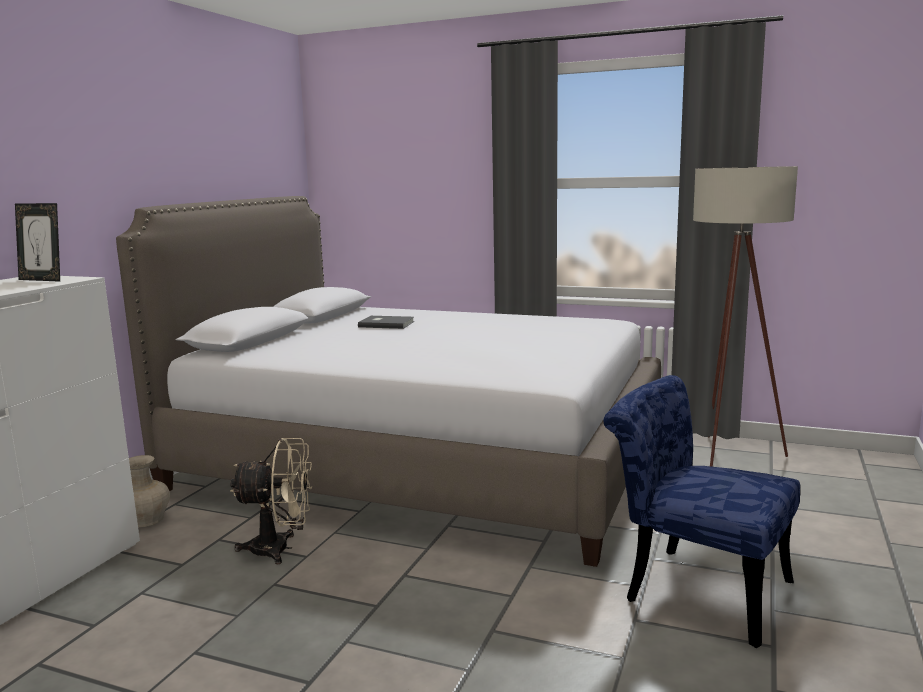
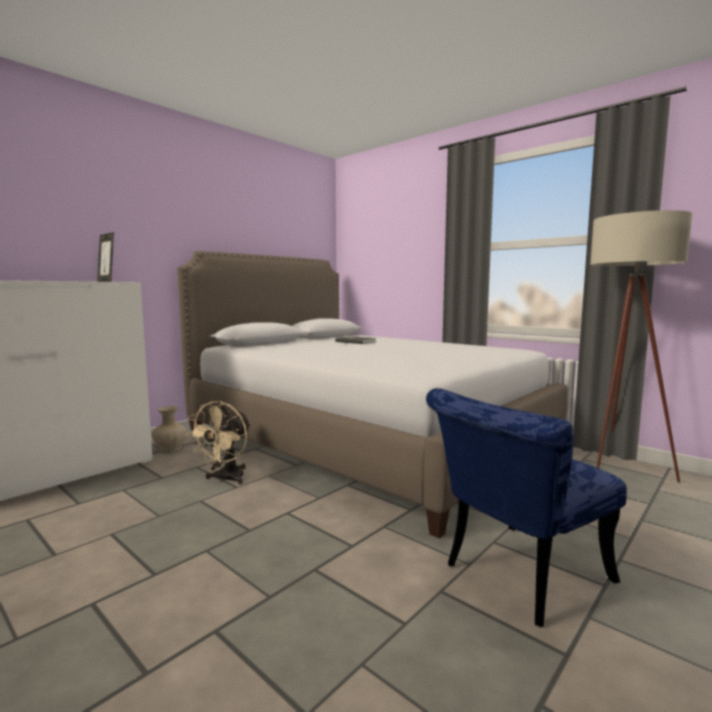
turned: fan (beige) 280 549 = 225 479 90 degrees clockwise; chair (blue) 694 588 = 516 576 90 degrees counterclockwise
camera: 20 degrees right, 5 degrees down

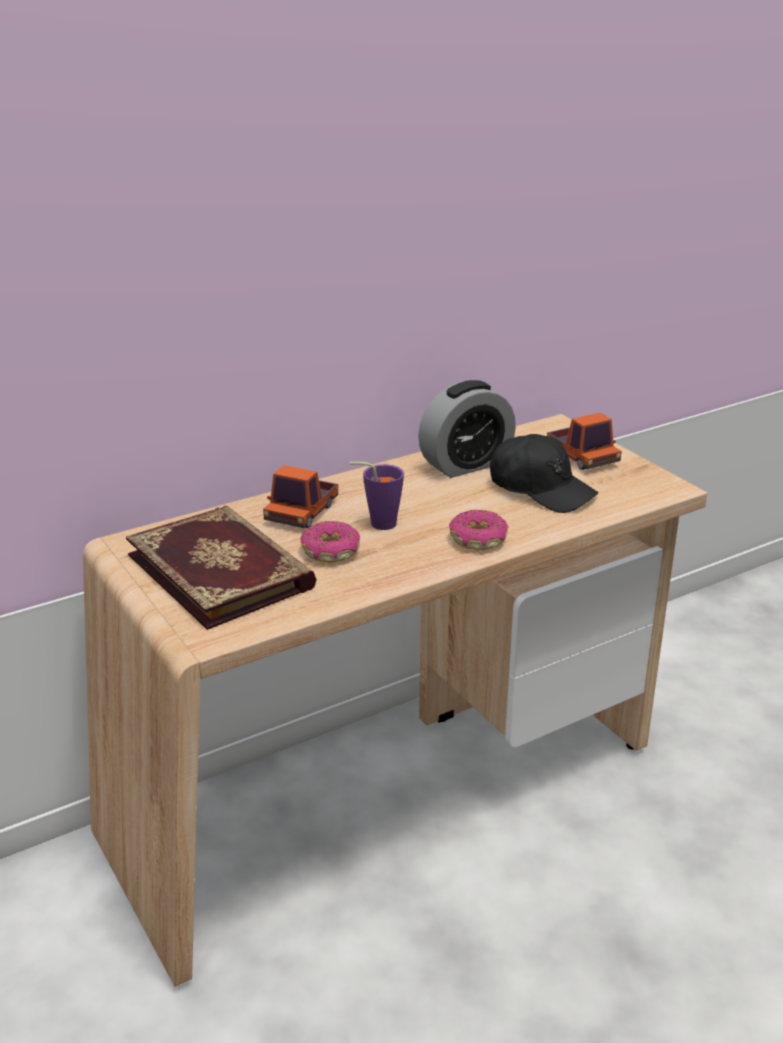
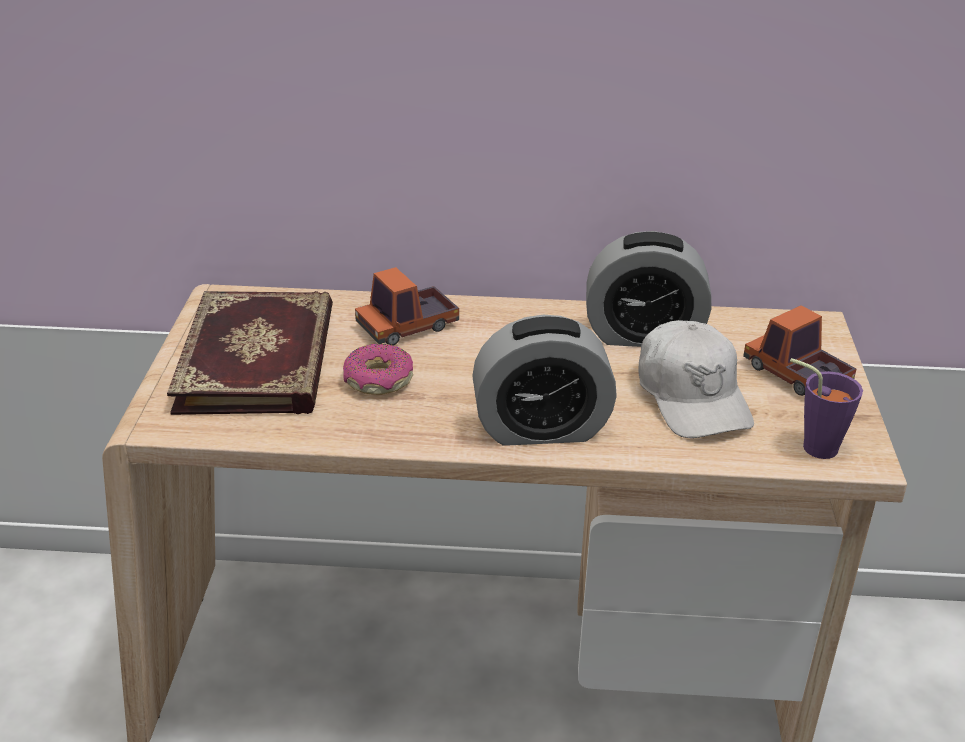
moved: cup (purple) 377 524 to 812 445
replaced: donut 478 539 to alarm clock 541 429
recoloured: cap (black) 541 489 to cap (white) 692 396
turned: toy truck 582 456 = 796 375 135 degrees clockwise
camera: 35 degrees right, 5 degrees up

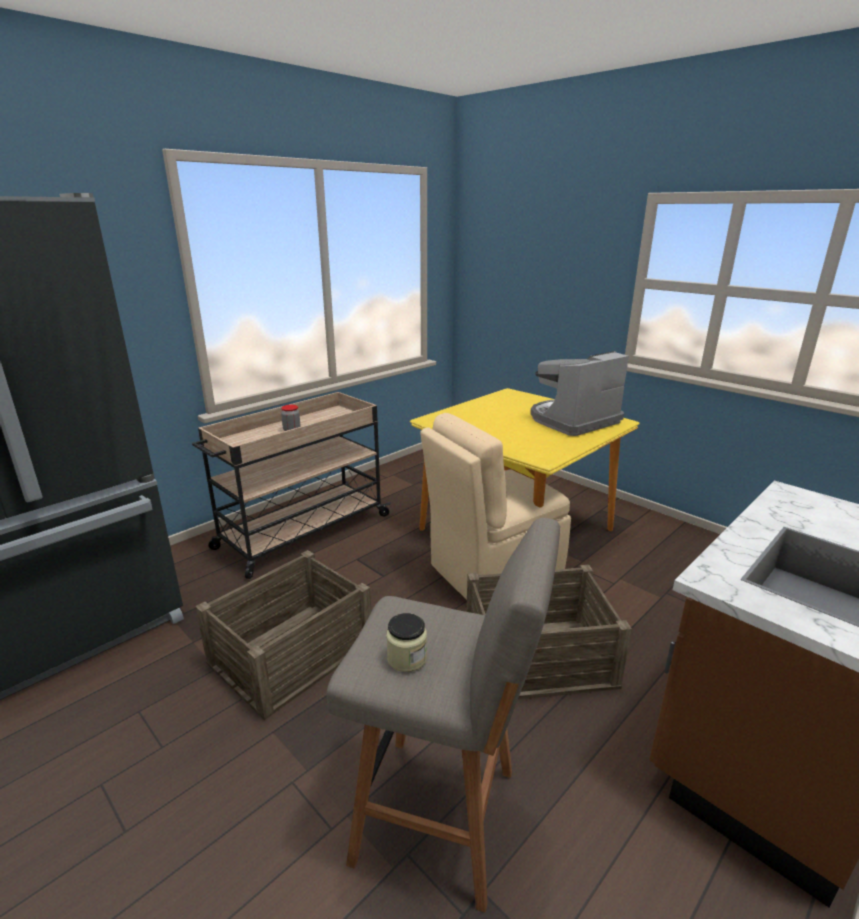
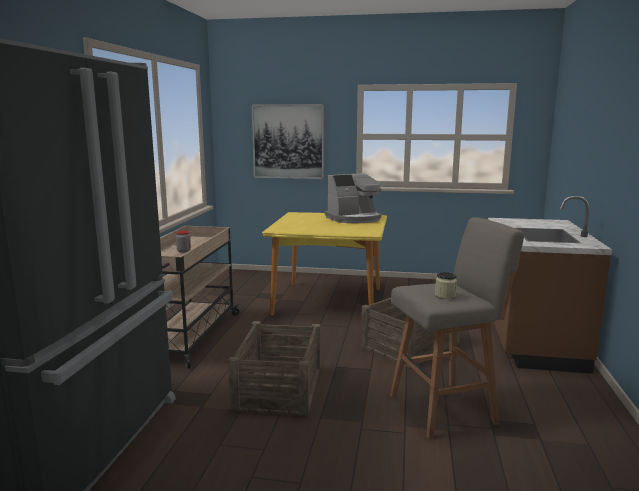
removed: chair (beige) 492 571
added: picture 288 141
turned: coffee machine 573 420 = 354 219 135 degrees counterclockwise
camera: 35 degrees left, 10 degrees down

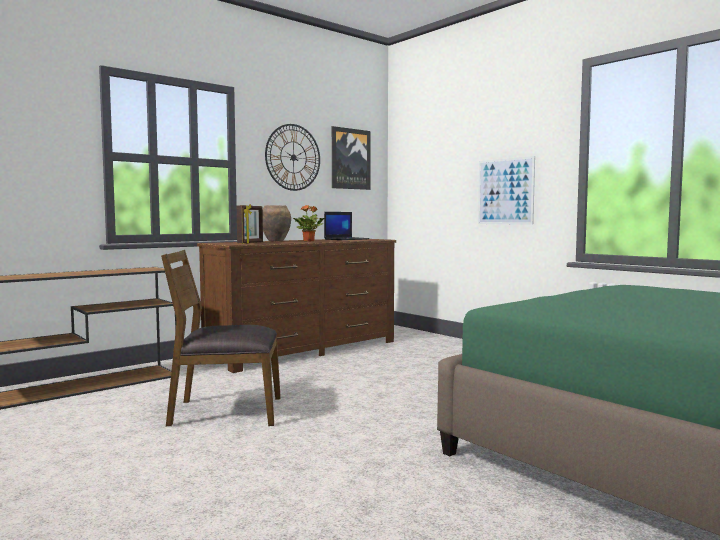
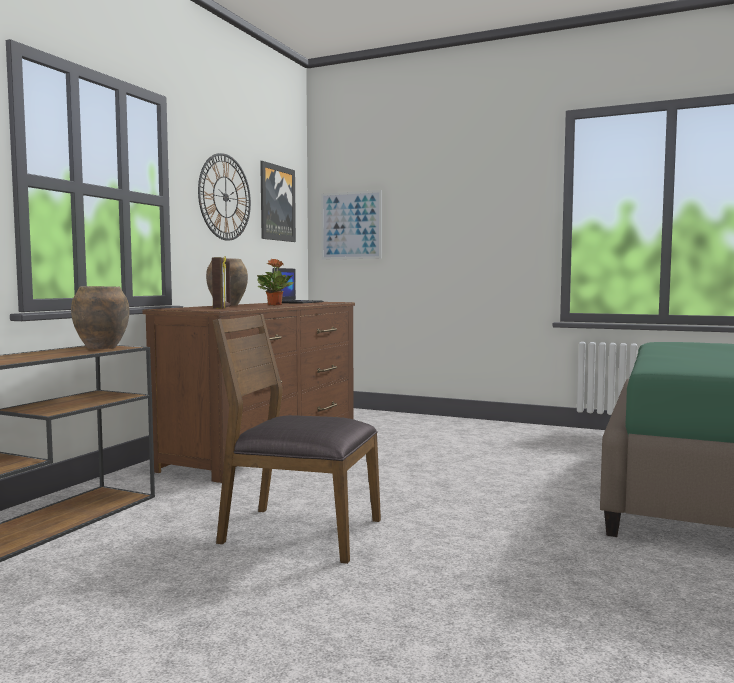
added: vase (brown) 102 348
moved: picture 505 191 to 351 225
turned: chair (brown) 225 412 = 299 532 45 degrees clockwise
camera: 25 degrees left, 0 degrees up

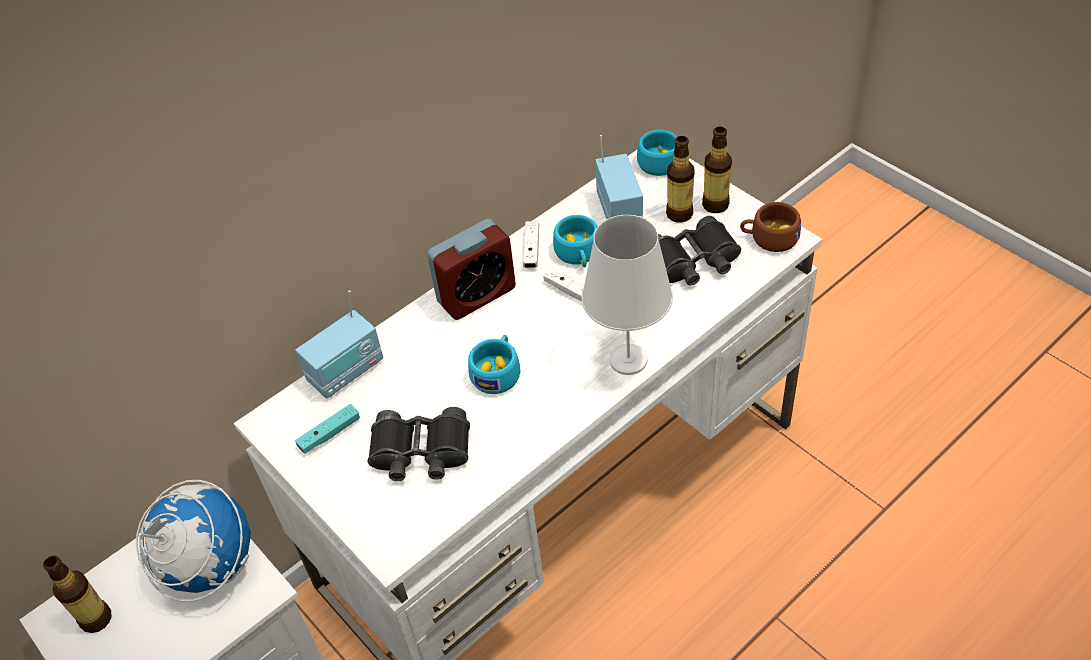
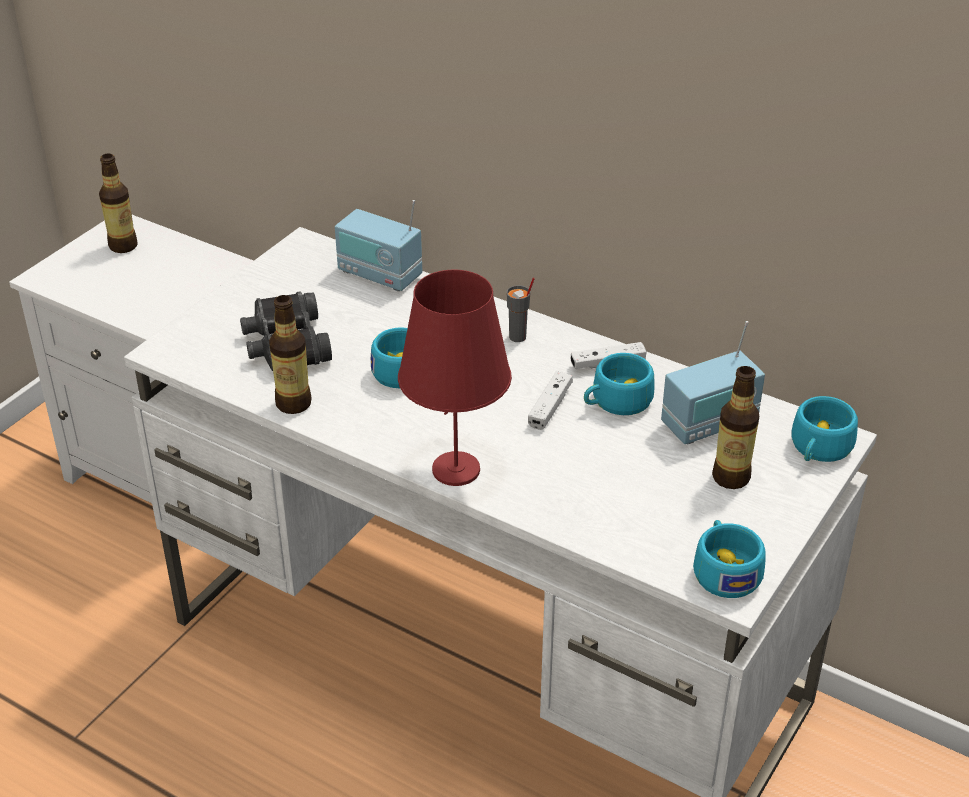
removed: globe 209 566; game controller (turquoise) 329 434; binoculars (black) 693 262
moved: bottle 715 205 to 293 404
replaced: alarm clock 476 295 to cup (grey) 518 337
recoloured: table lamp (white) 629 359 to table lamp (red) 456 470; cup (brown) 769 238 to cup (turquoise) 724 570
camera: 70 degrees right, 10 degrees down

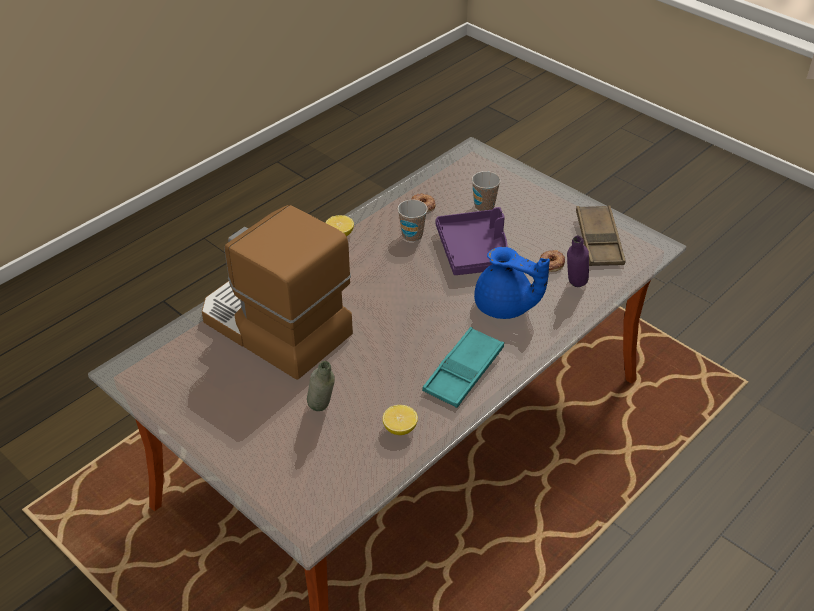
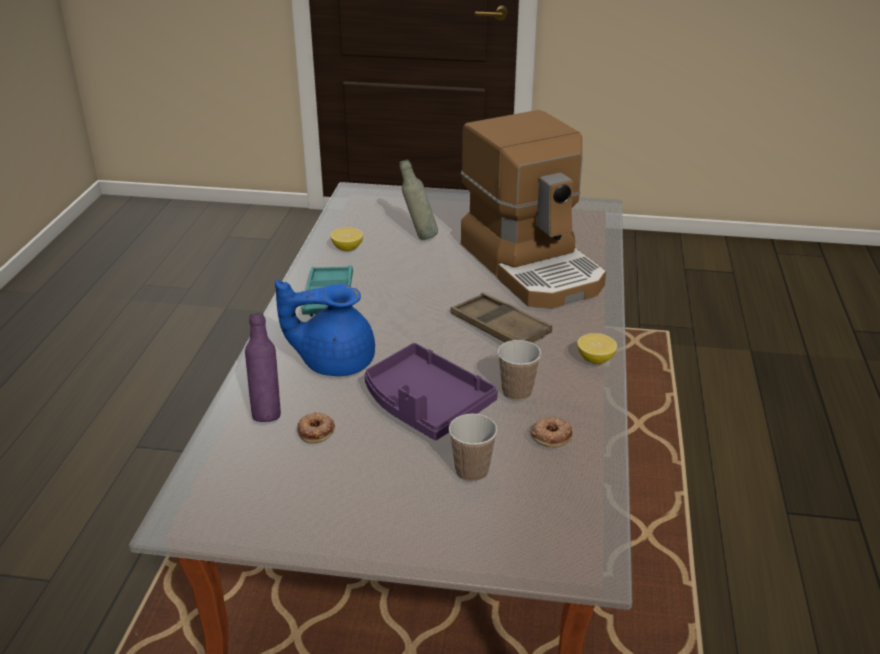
moved: tray (brown) 599 240 to 499 327
turned: coffee machine 274 328 = 533 265 60 degrees clockwise
camera: 145 degrees right, 10 degrees down

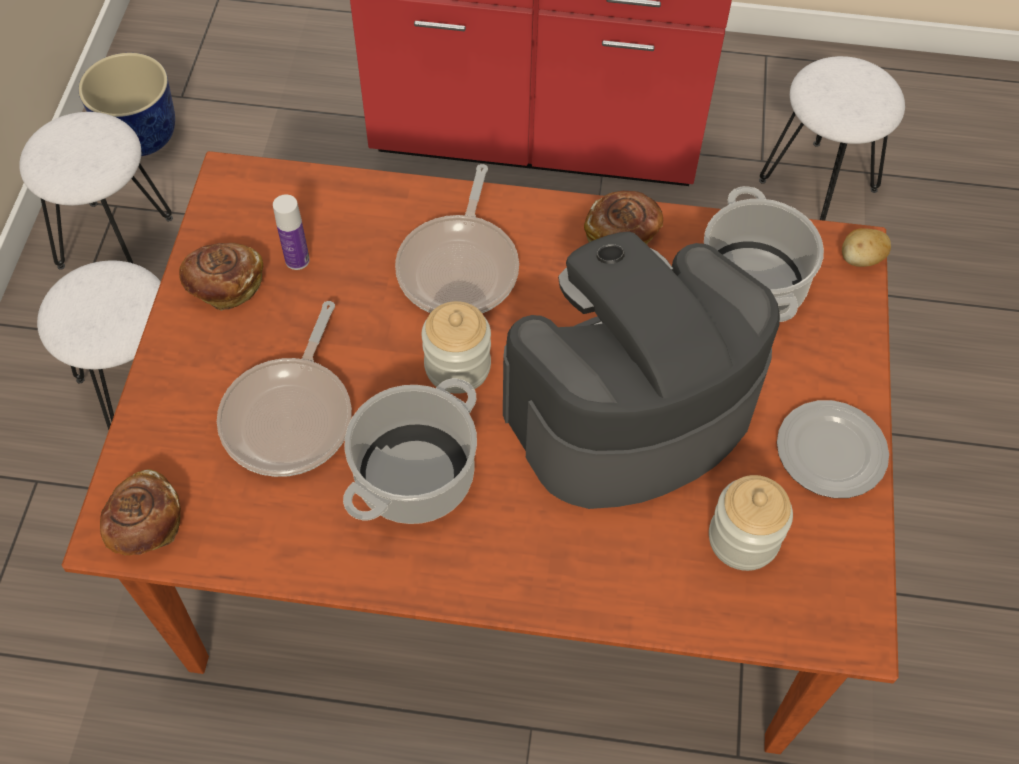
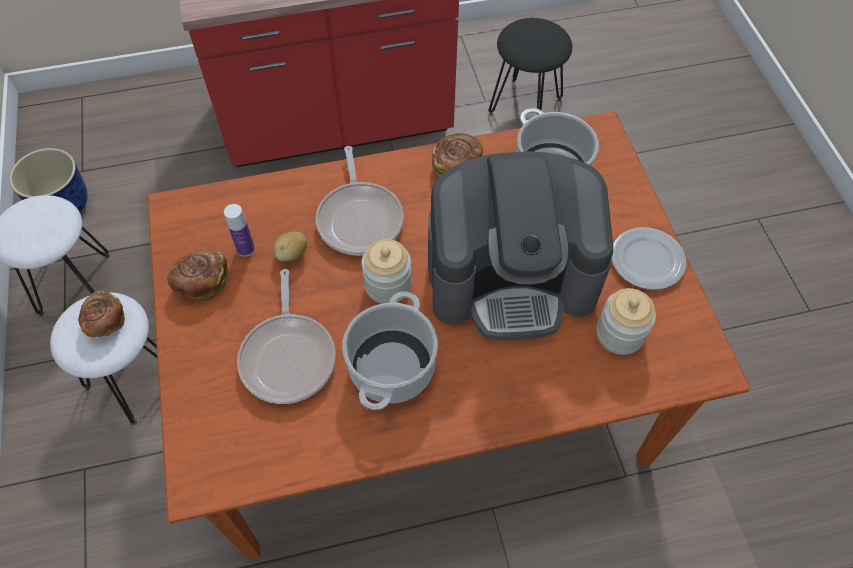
moved: bread 146 526 to 105 322; potato 860 259 to 292 254
recoloured: stool (white) 818 184 to stool (black) 525 105
turned: coffee machine 628 411 = 511 277 135 degrees counterclockwise
camera: 20 degrees left, 0 degrees up

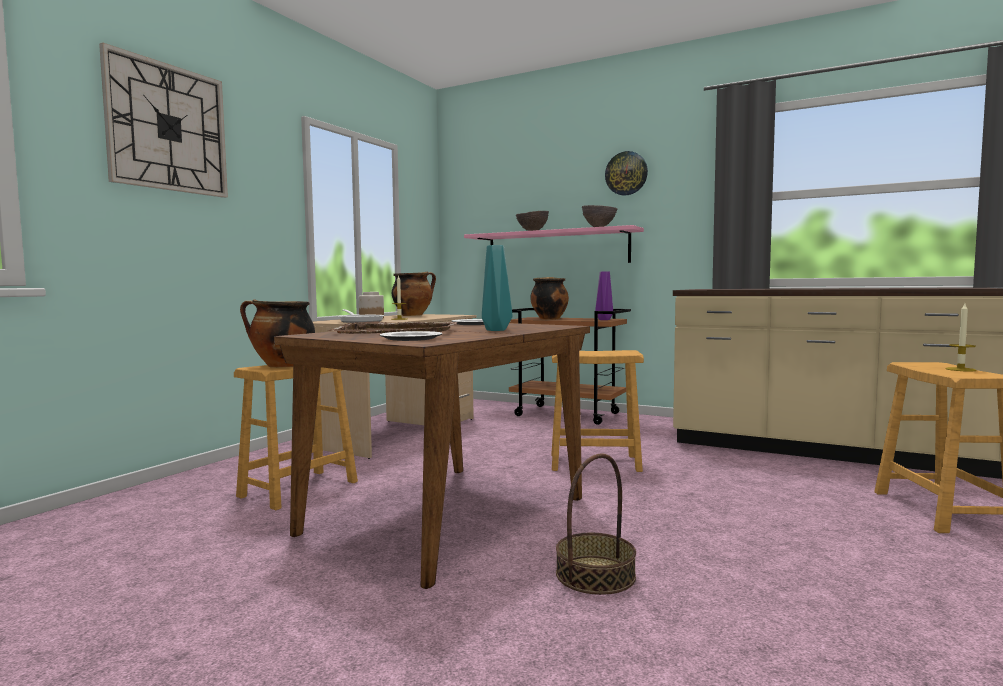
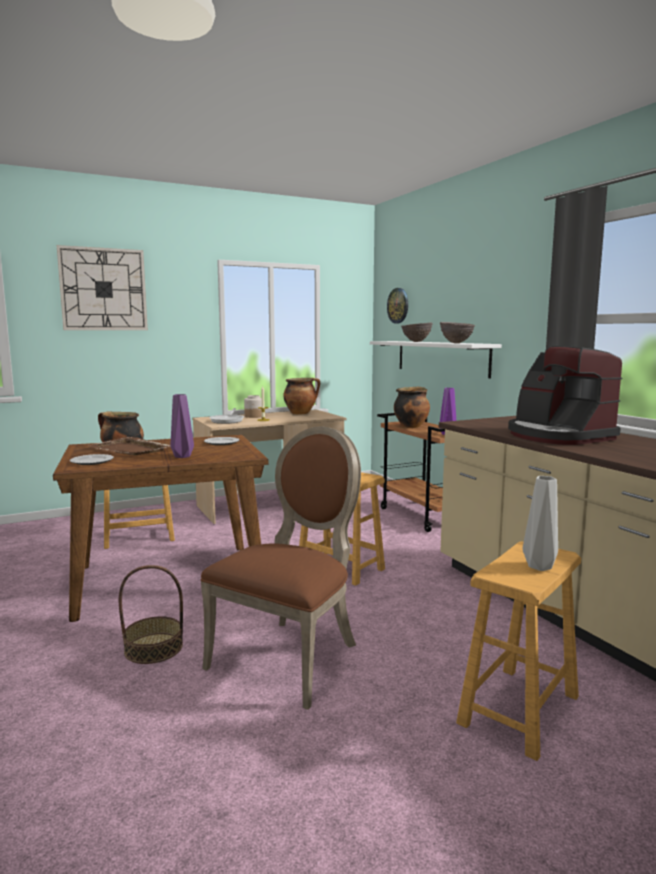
added: chair (brown) 290 655; coffee machine 558 436
moved: wall clock 626 173 to 398 305
replaced: candle 960 369 to vase (grey) 541 567
recoloured: shelf (pink) 556 248 to shelf (white) 441 357; vase (turquoise) 497 330 to vase (purple) 183 456
camera: 35 degrees right, 5 degrees up

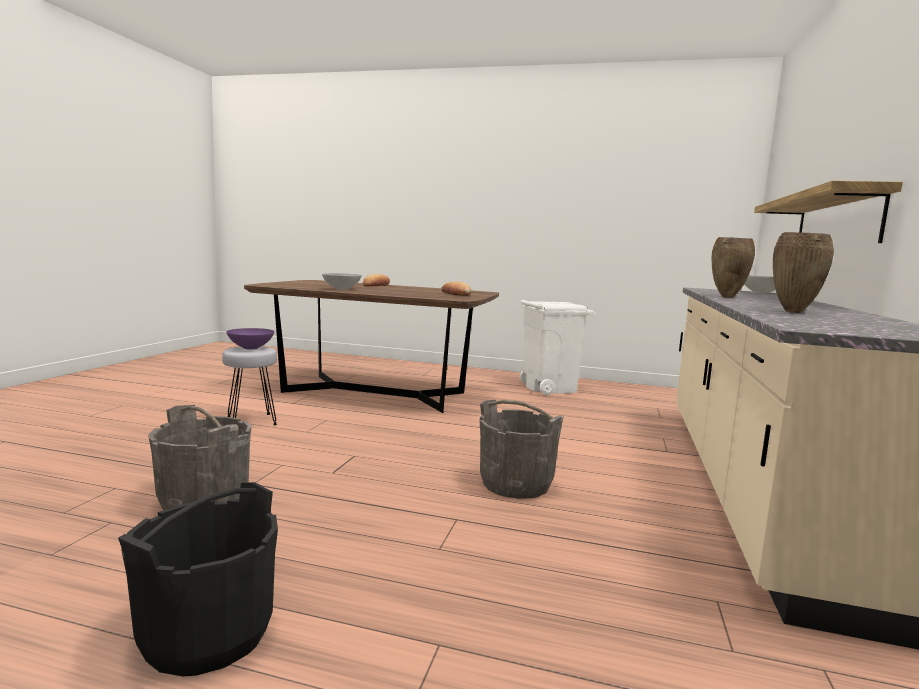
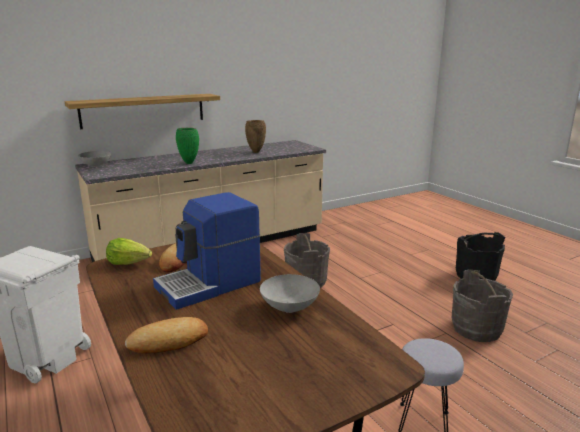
removed: bowl (purple) 250 348
added: lettuce 129 262; coffee machine 210 284
recoloured: vase (brown) 727 297 to vase (green) 189 163
camera: 135 degrees left, 10 degrees up

